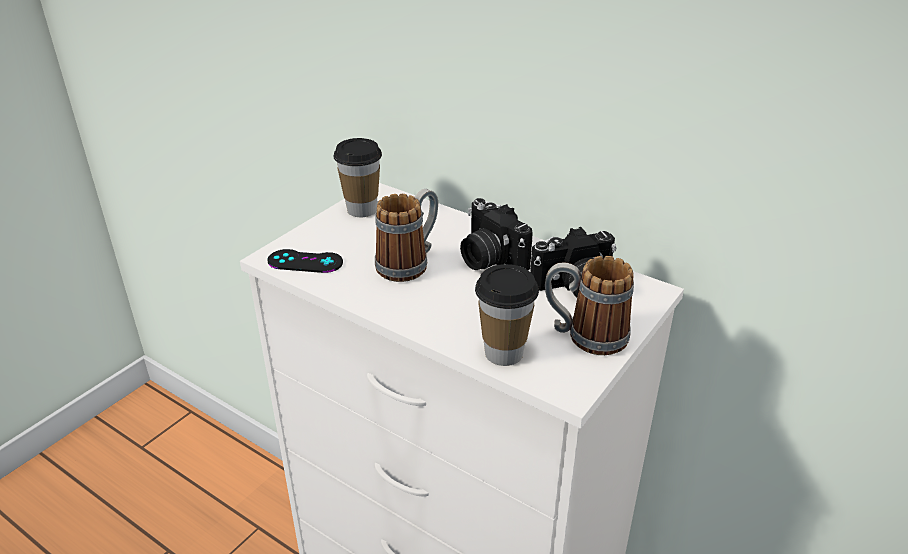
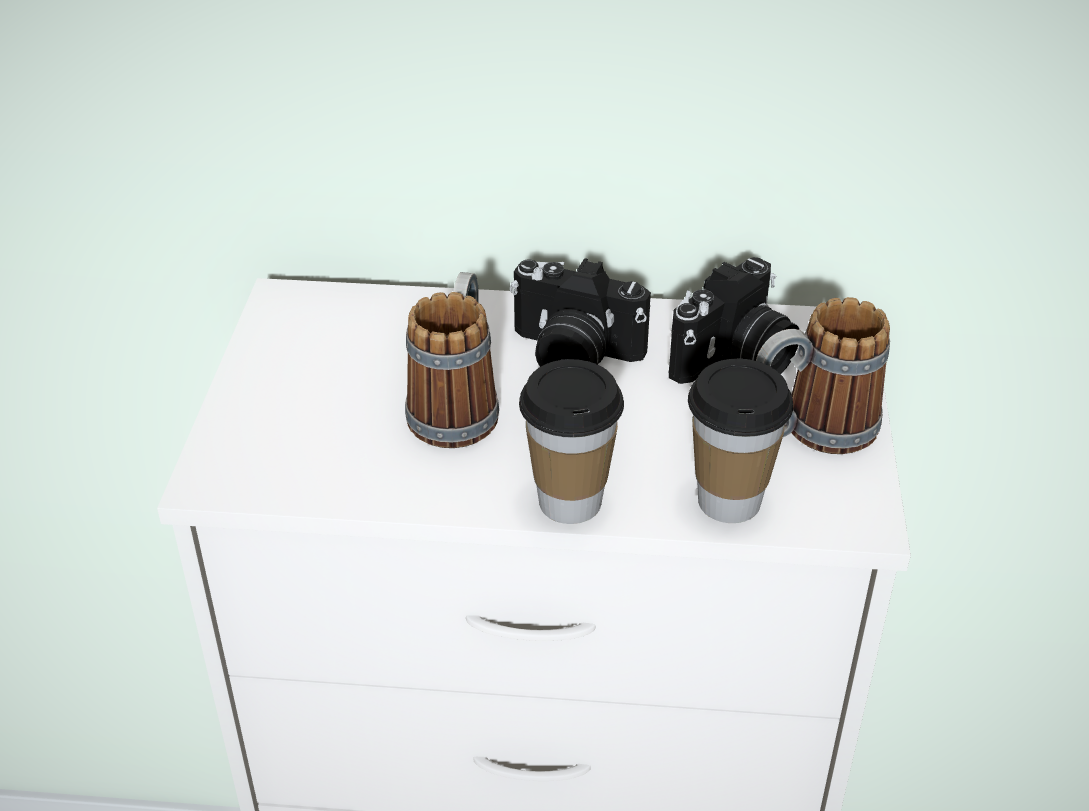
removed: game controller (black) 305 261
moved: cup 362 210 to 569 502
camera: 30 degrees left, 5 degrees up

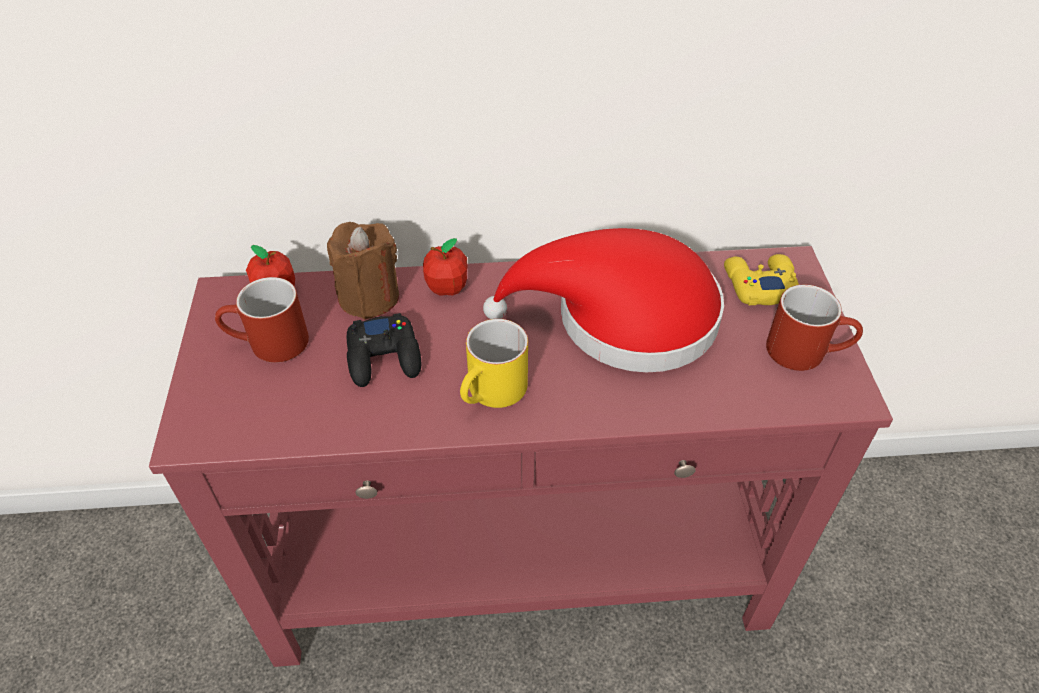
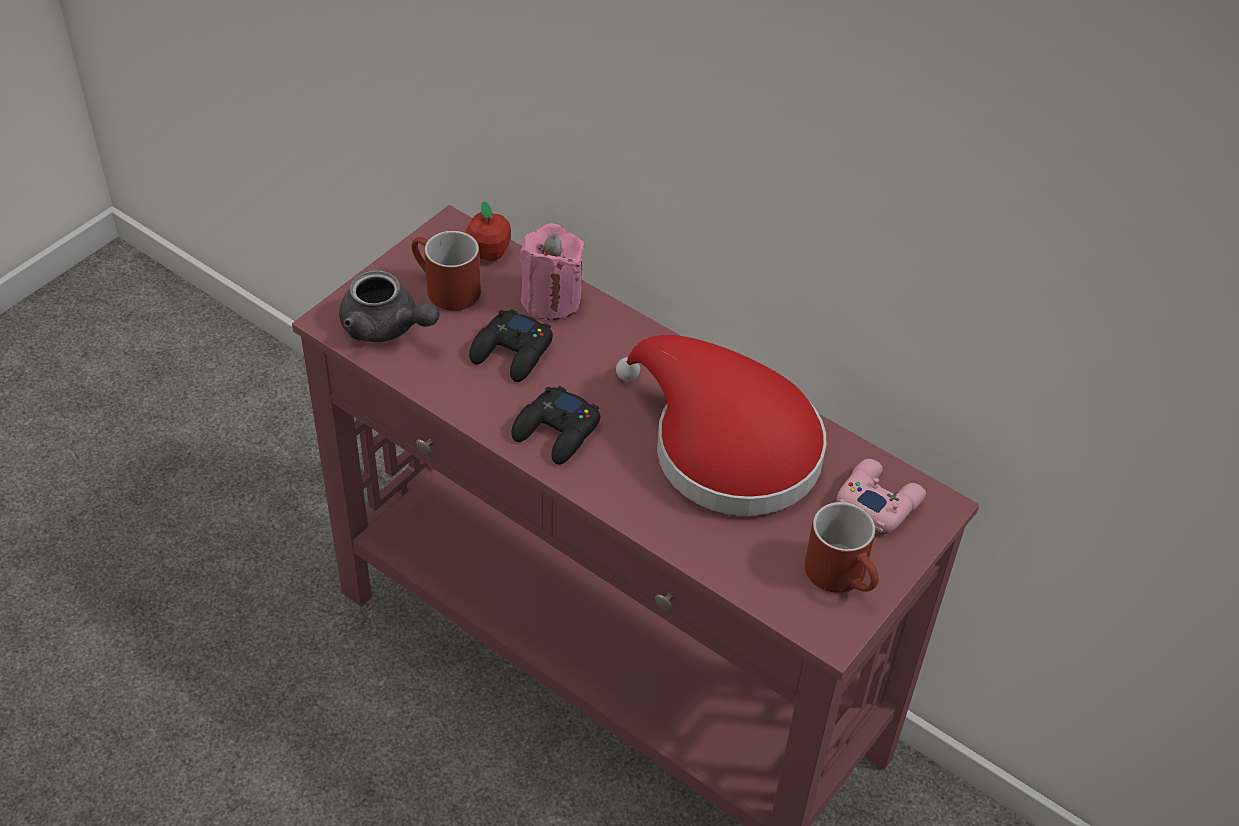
removed: apple 447 287
added: teapot (grey) 386 328
replaced: mug (yellow) 492 394 to game controller (black) 557 432
recoloured: candle (brown) 369 297 to candle (pink) 551 299; game controller (yellow) 758 285 to game controller (pink) 878 501
camera: 40 degrees right, 0 degrees up

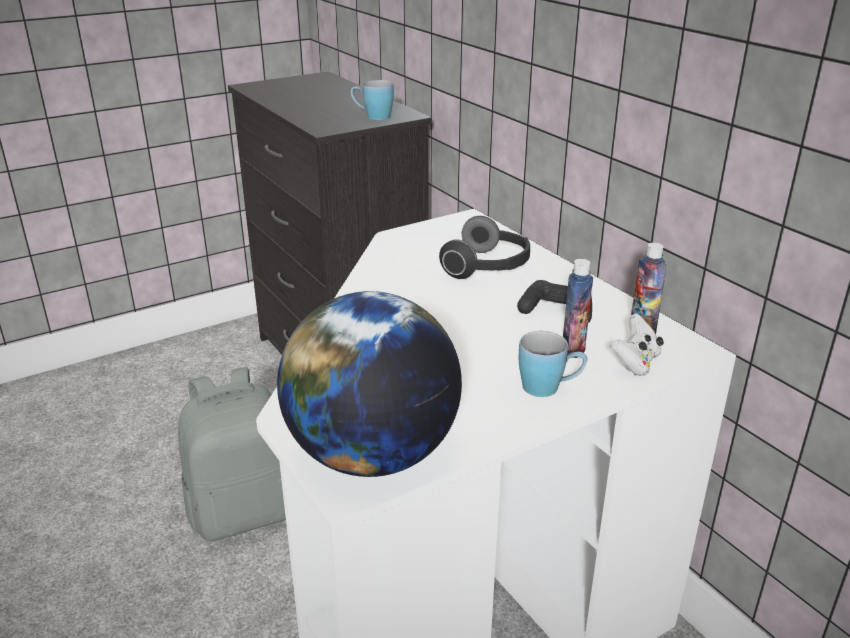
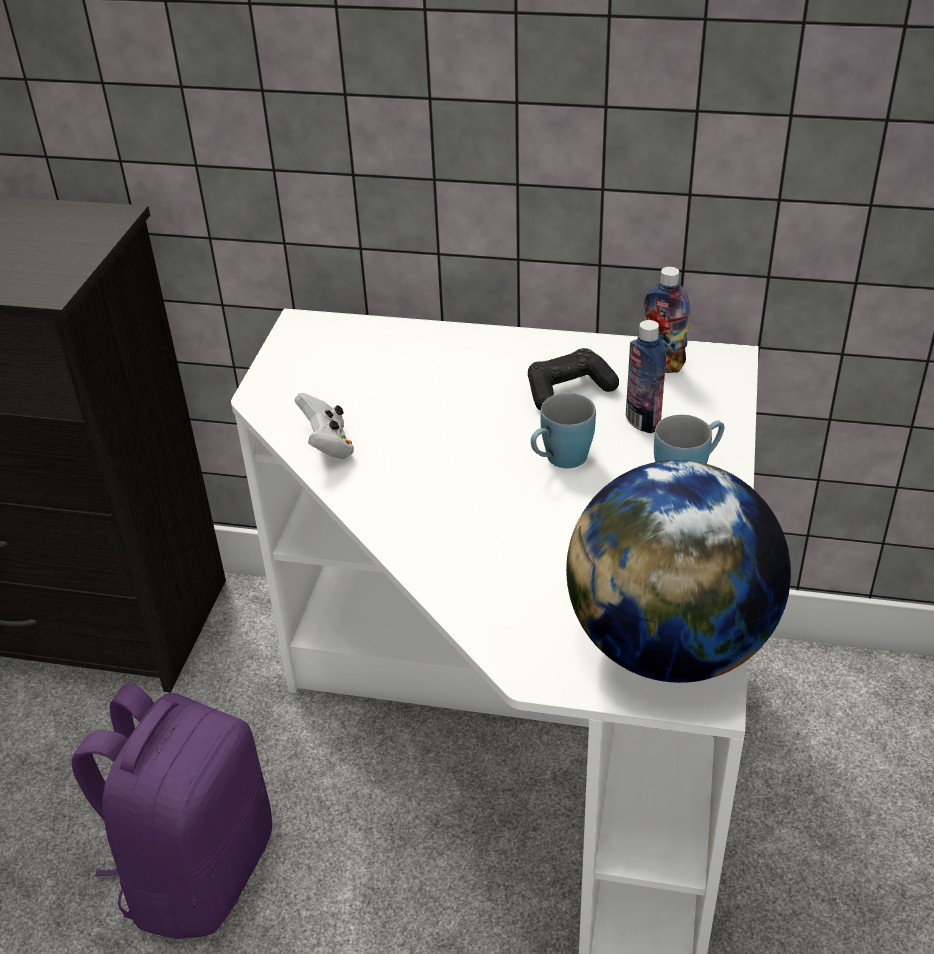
removed: headphones 488 267
moved: mug (blue) 373 117 to 559 460; game controller (white) 635 363 to 328 445
recoloured: backpack (grey) 245 512 to backpack (purple) 197 870
camera: 45 degrees left, 10 degrees up

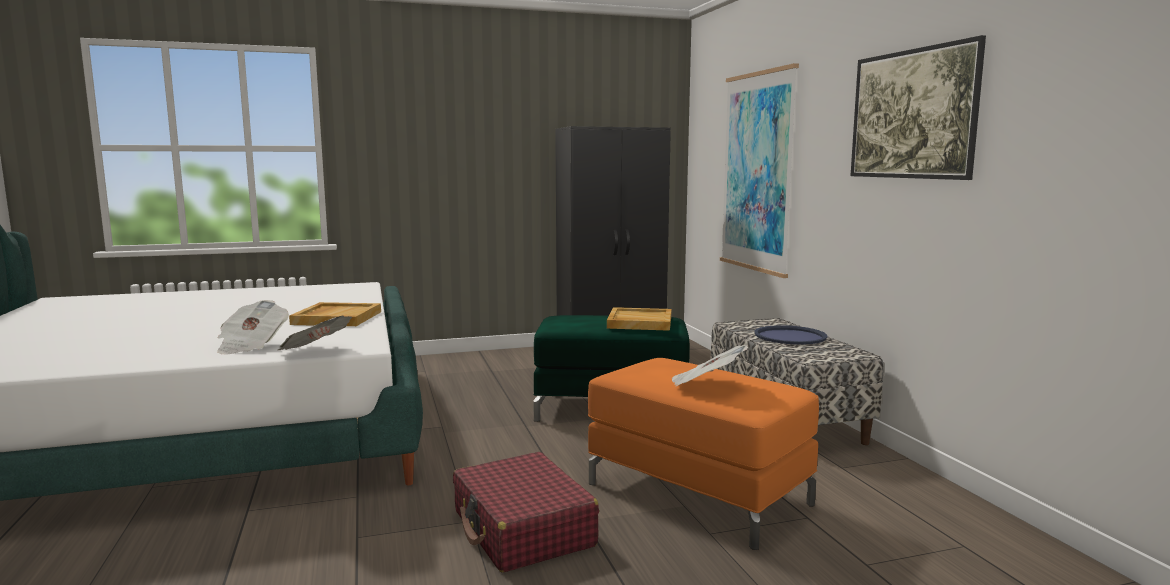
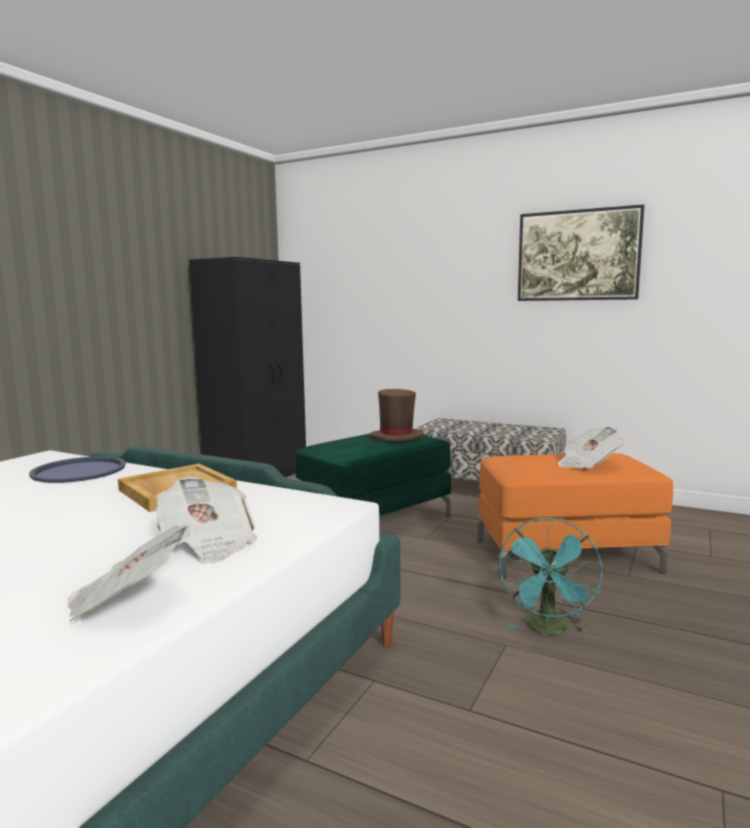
removed: picture 757 172
moved: newspaper 316 352 to 128 601; tray (blue) 790 336 to 79 471
replaced: suitcase (red) 523 529 to fan (turquoise) 549 630; tray (beige) 639 322 to hat (brown) 396 437
camera: 45 degrees left, 0 degrees up

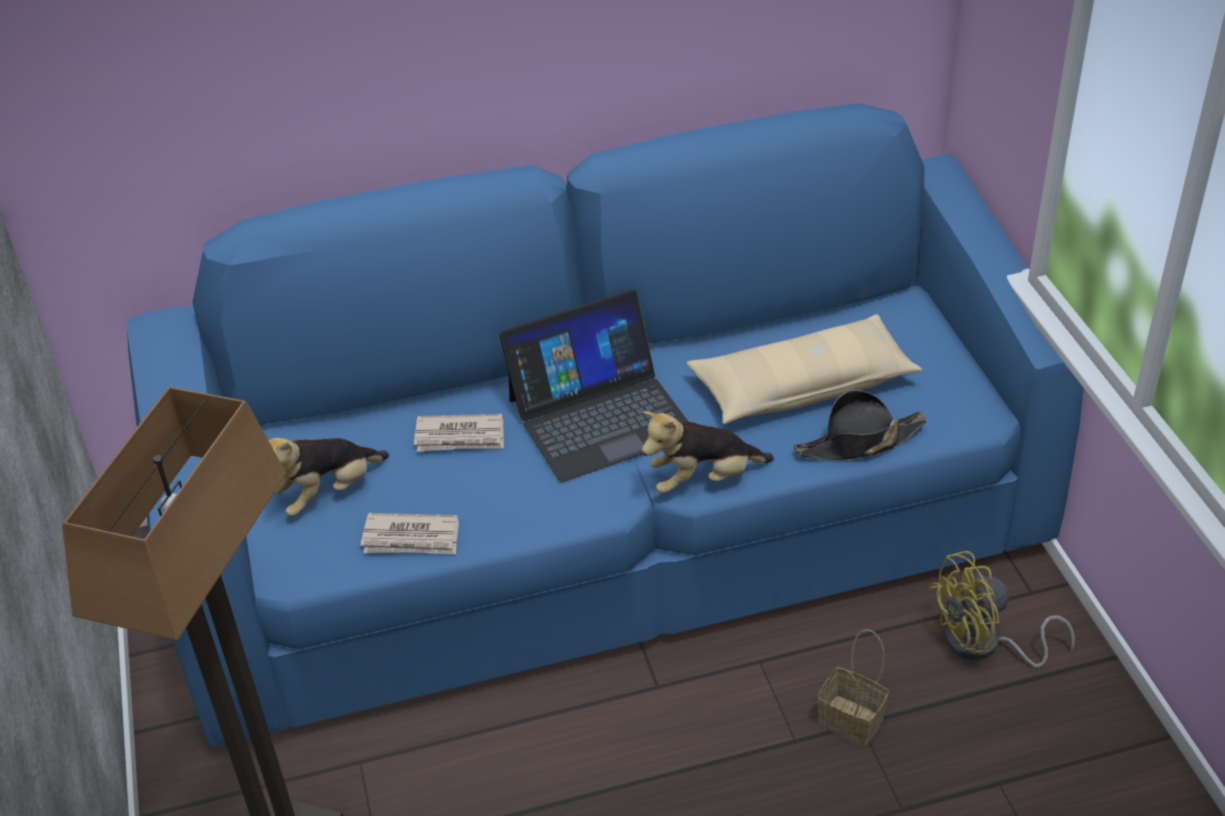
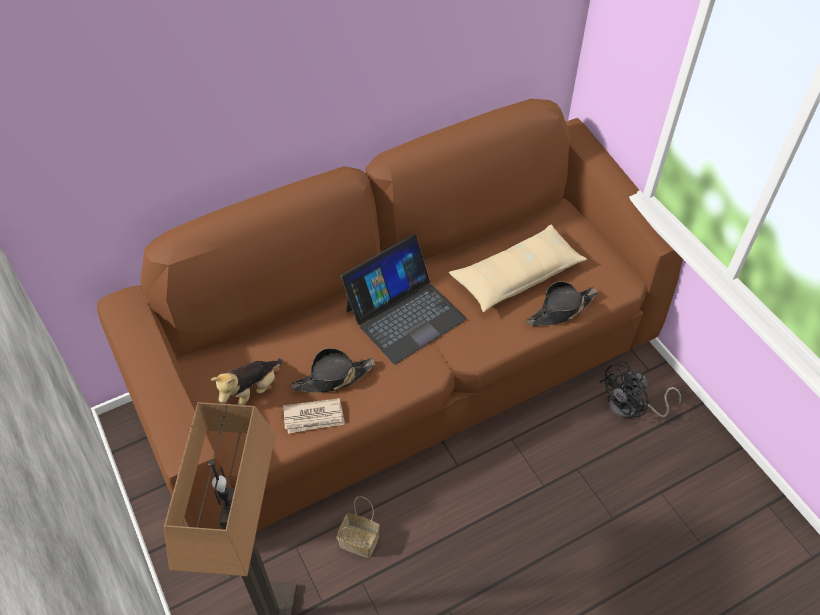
removed: newspaper 460 436; plush toy 703 480
added: hat (black) 333 378
moved: basket 853 720 to 360 541
recoloured: sofa (blue) 621 536 to sofa (brown) 410 370; fan (yellow) 984 645 to fan (black) 631 408
camera: 15 degrees left, 10 degrees up

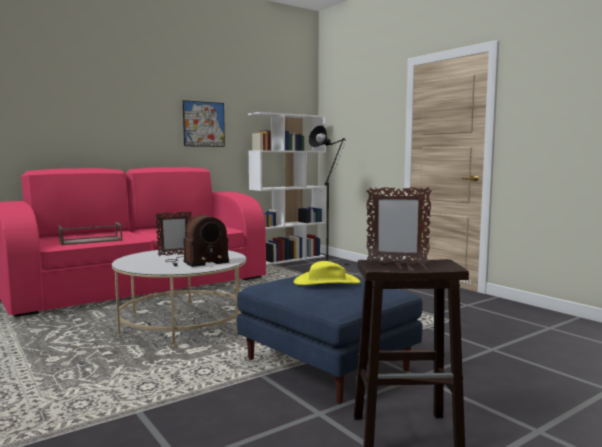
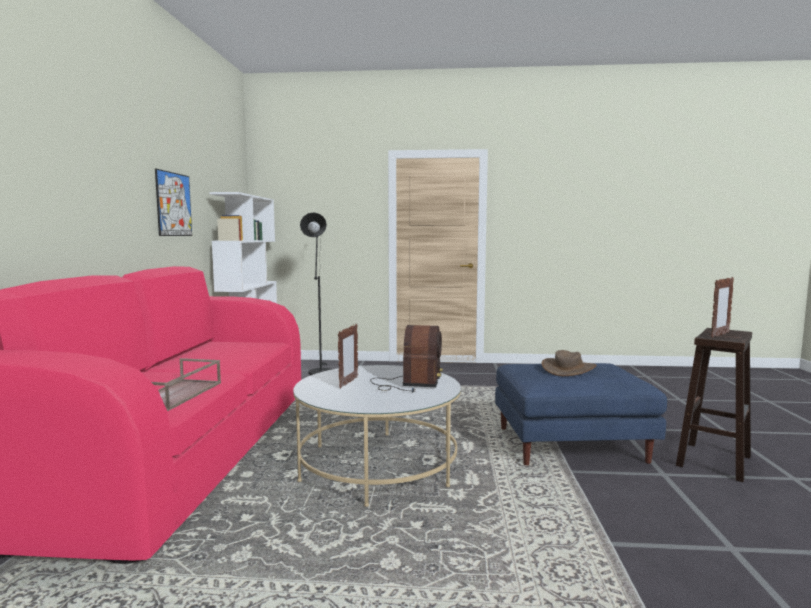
recoloured: hat (yellow) 327 282 to hat (brown) 568 369
camera: 50 degrees left, 0 degrees up

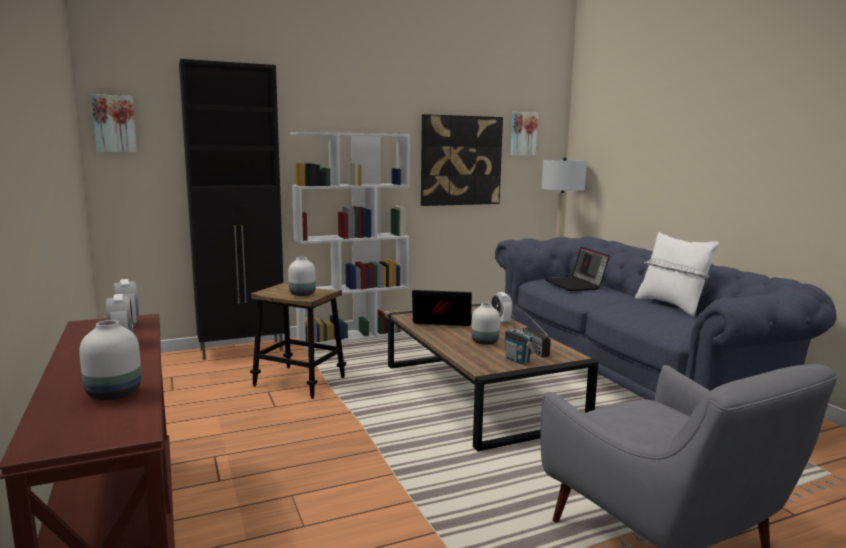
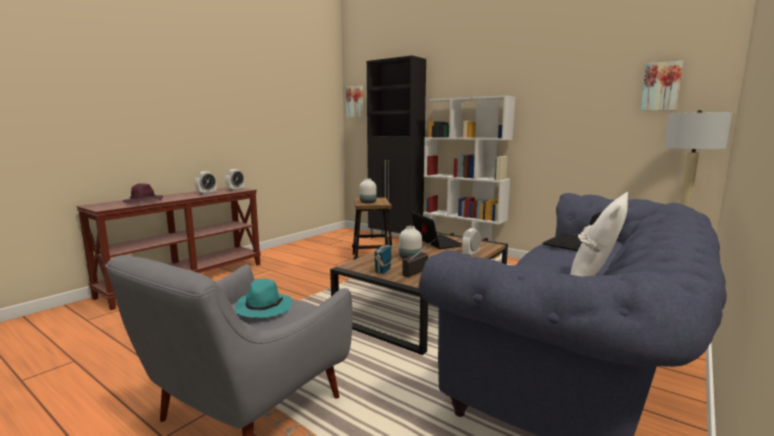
removed: picture 461 160
added: hat (turquoise) 263 308
replaced: vase (white) 115 394 to hat (purple) 143 202
camera: 60 degrees right, 0 degrees up

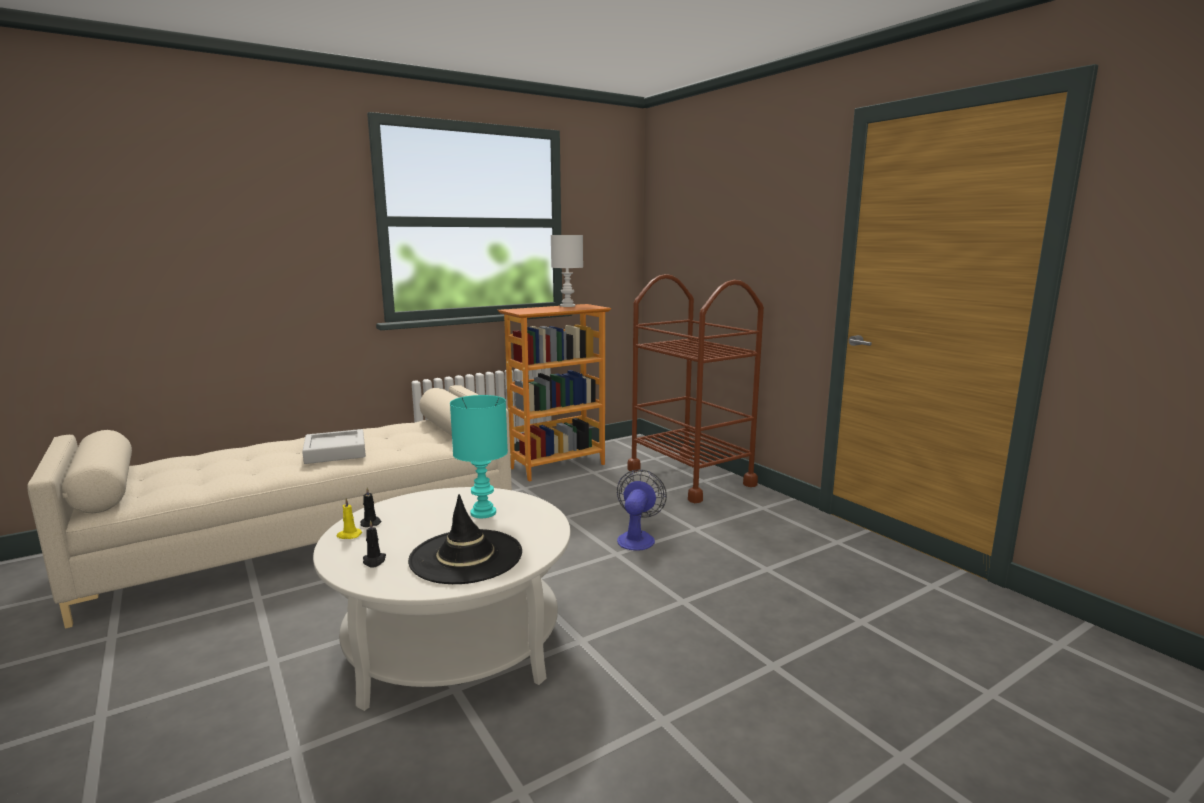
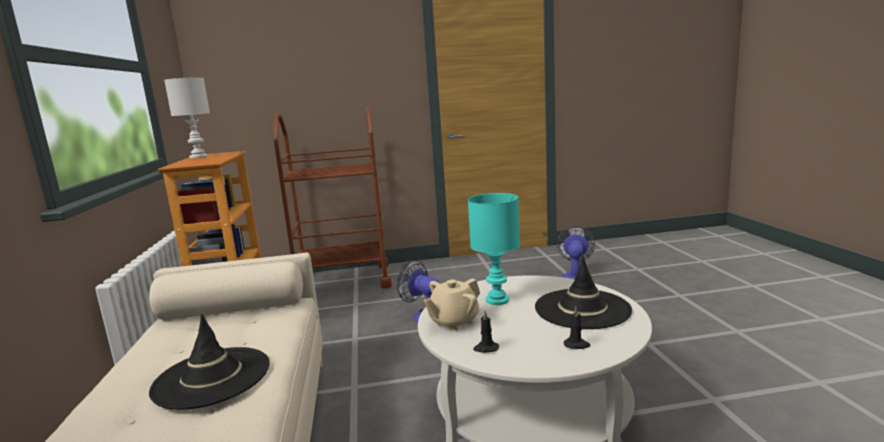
removed: candle (yellow) 348 535
added: teapot (beige) 453 322; fan 575 276
replaced: tray (grey) 335 452 to hat (black) 212 377
camera: 65 degrees left, 0 degrees up

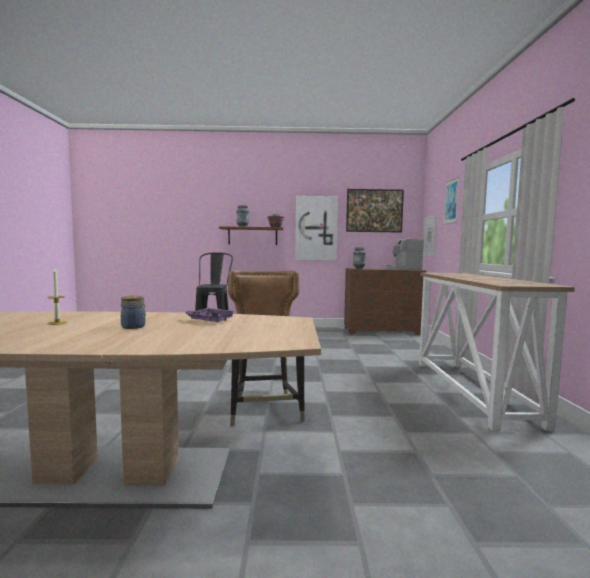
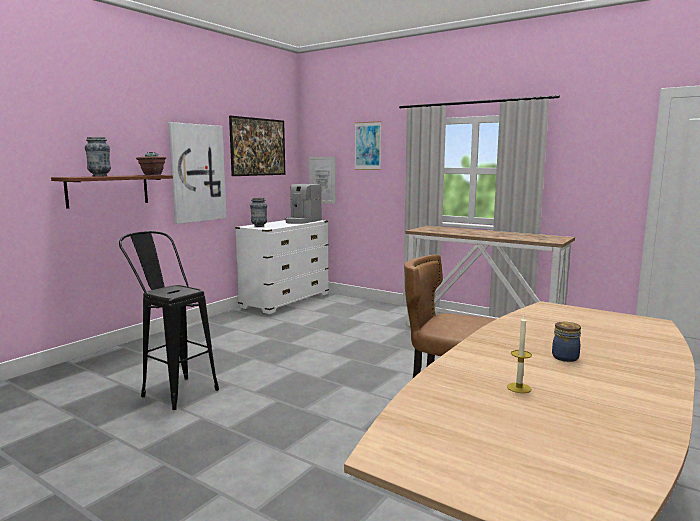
removed: tray (purple) 210 320
recoloured: dresser (brown) 382 331 to dresser (white) 286 301
camera: 55 degrees left, 5 degrees up

